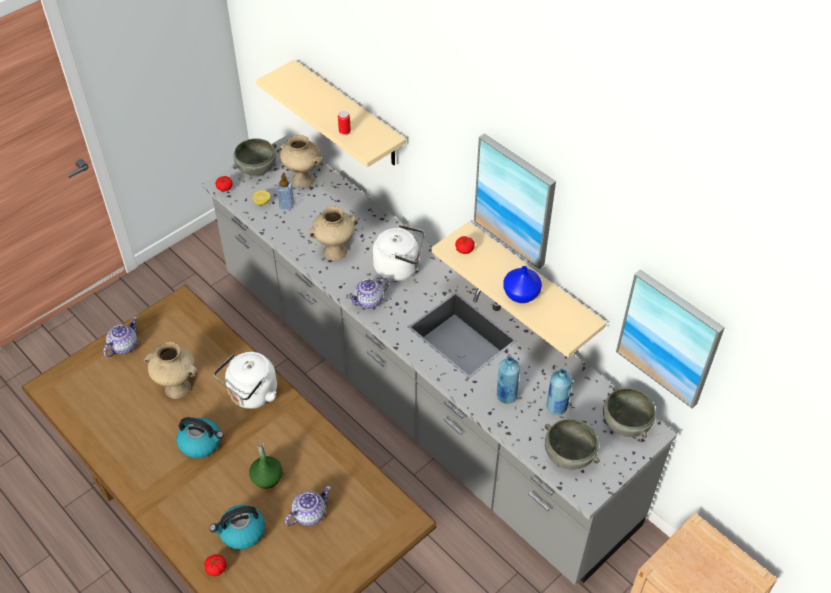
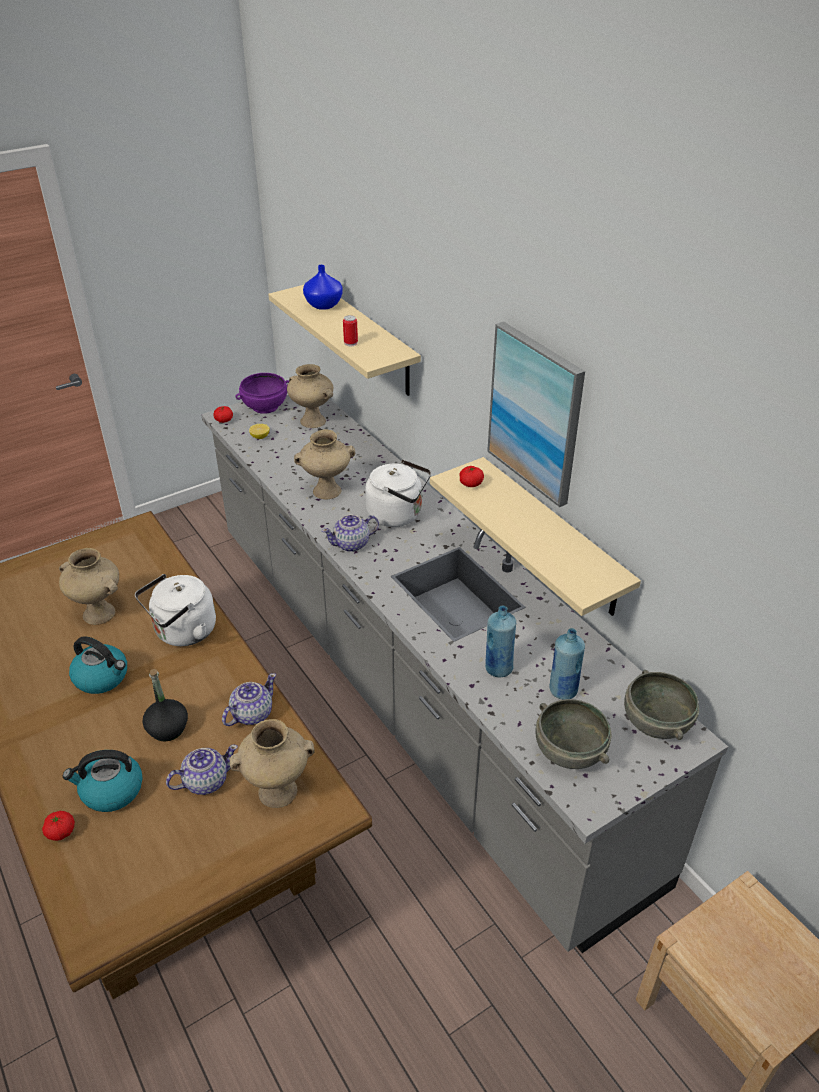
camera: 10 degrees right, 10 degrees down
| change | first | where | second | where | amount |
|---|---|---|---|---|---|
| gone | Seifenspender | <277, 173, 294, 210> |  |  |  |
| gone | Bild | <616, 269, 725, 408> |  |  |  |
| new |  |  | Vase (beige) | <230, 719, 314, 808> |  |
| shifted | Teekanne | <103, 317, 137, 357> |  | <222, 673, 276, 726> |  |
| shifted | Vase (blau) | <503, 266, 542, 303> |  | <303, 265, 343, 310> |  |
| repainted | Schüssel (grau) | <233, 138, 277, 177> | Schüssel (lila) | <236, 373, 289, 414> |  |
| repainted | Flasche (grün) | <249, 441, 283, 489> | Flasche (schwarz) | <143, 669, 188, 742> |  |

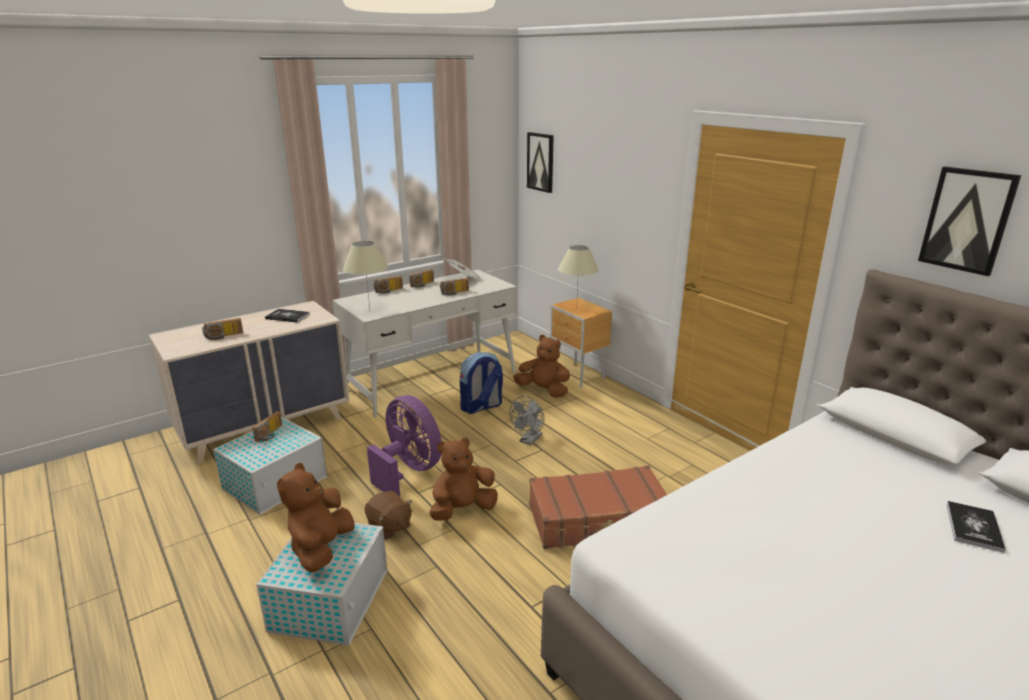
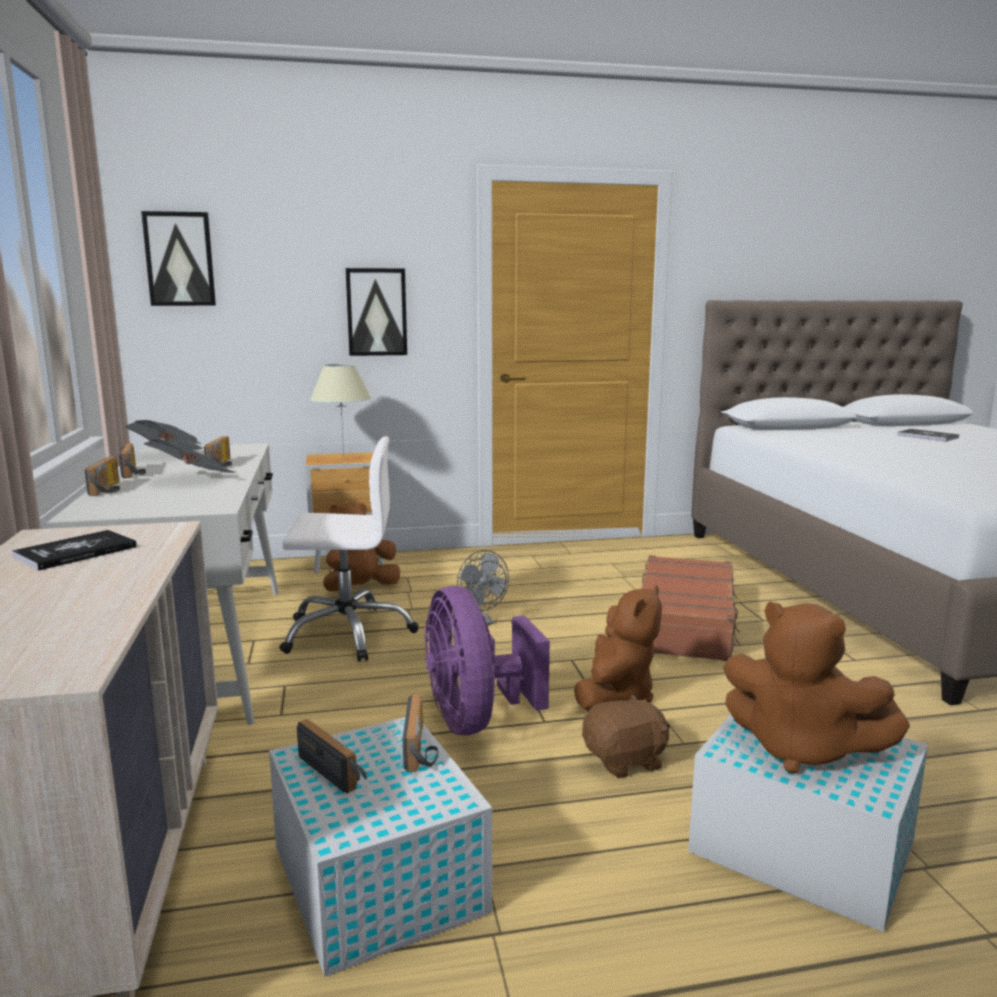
camera: 65 degrees left, 10 degrees down
| change | first | where | second | where | amount |
|---|---|---|---|---|---|
| gone | Tischlampe (beige) | <343, 241, 389, 309> |  |  |  |
| new |  |  | Zeitung | <144, 439, 235, 473> |  |
| shifted | Radio | <202, 318, 243, 340> |  | <403, 694, 438, 772> |  |
| shifted | Bild | <918, 166, 1021, 276> |  | <346, 268, 407, 356> |  |
| swapped | Rucksack | <460, 352, 503, 414> | Bürostuhl (weiß) | <279, 436, 419, 662> |  |
| rotated | Ventilator (lila) | <367, 395, 441, 496> |  | <424, 586, 550, 735> | 90 degrees counterclockwise |
| rotated | Plüschtier (braun) | <429, 437, 498, 521> |  | <574, 585, 662, 711> | 150 degrees counterclockwise |

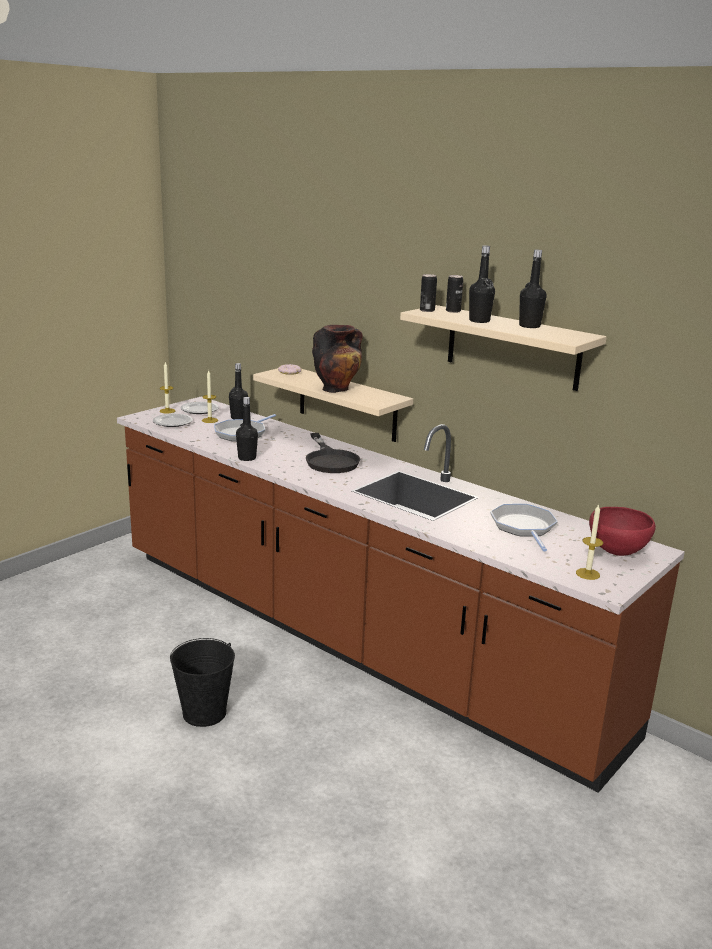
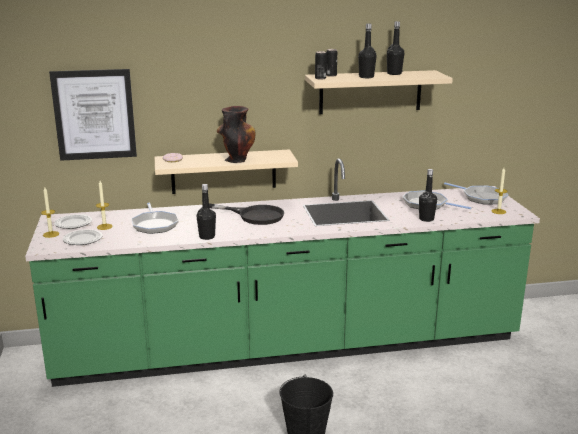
camera: 50 degrees left, 0 degrees up
| change | first | where | second | where | amount |
|---|---|---|---|---|---|
| new |  |  | Bild | <49, 69, 137, 161> |  |
| shifted | Flasche (schwarz) | <229, 363, 248, 419> |  | <419, 169, 437, 222> |  |
| swapped | Schüssel (rot) | <589, 507, 656, 556> | Pfanne | <444, 183, 508, 204> |  |
| repainted | Küchenzeile (braun) | <117, 396, 685, 793> | Küchenzeile (grün) | <25, 158, 540, 387> |  |

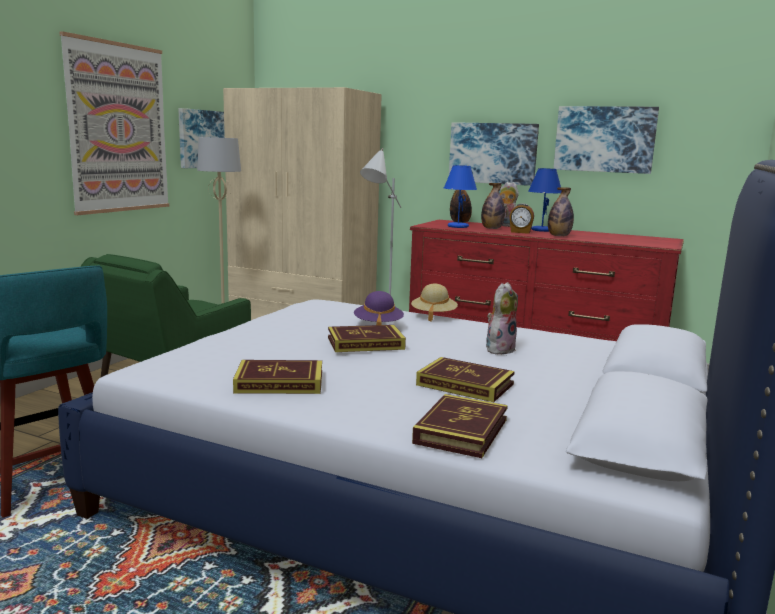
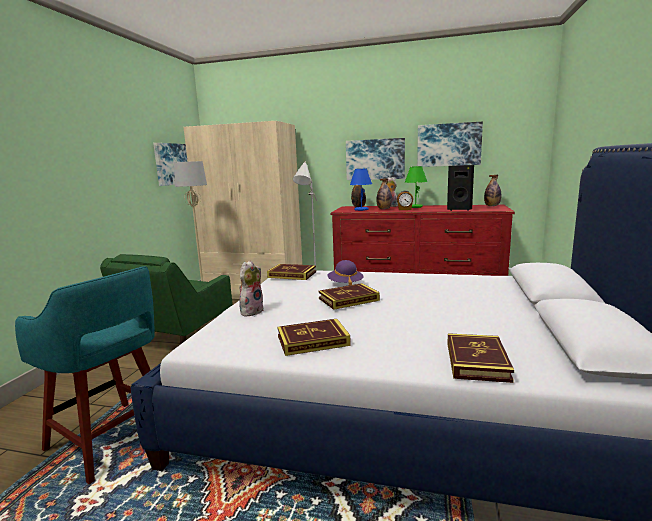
camera: 10 degrees left, 0 degrees up
| change | first | where | second | where | amount |
|---|---|---|---|---|---|
| gone | Bild | <60, 31, 169, 215> |  |  |  |
| gone | Hut (beige) | <411, 284, 458, 322> |  |  |  |
| new |  |  | Lautsprecher (schwarz) | <447, 165, 474, 211> |  |
| shifted | Buch | <416, 357, 515, 402> |  | <267, 264, 316, 280> |  |
| shifted | Plüschtier | <486, 282, 518, 354> |  | <239, 260, 264, 317> |  |
| shifted | Flasche | <548, 187, 574, 236> |  | <484, 175, 501, 206> |  |
| repainted | Tischlampe (blau) | <528, 168, 562, 232> | Tischlampe (grün) | <405, 166, 427, 208> |  |

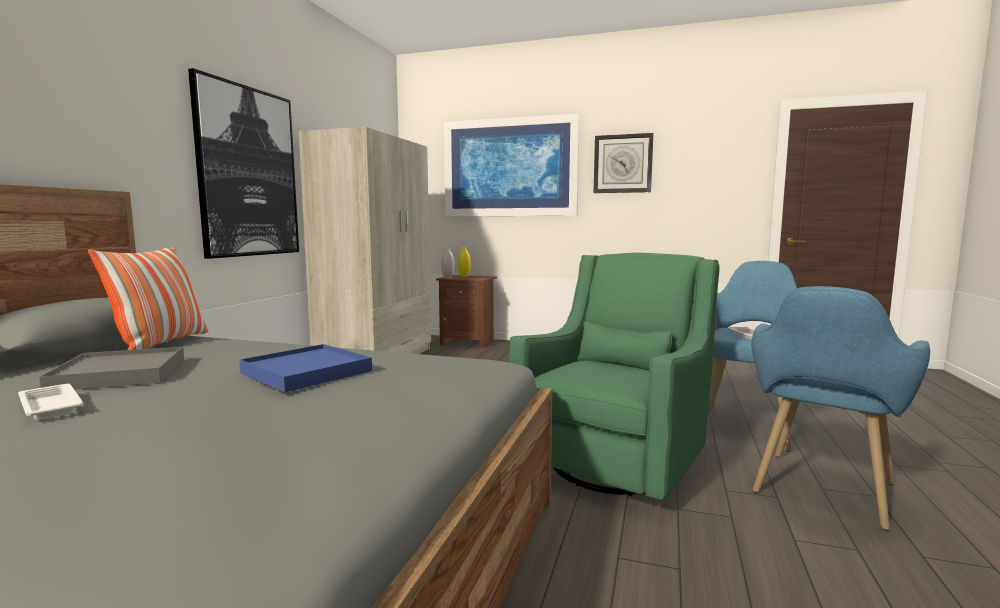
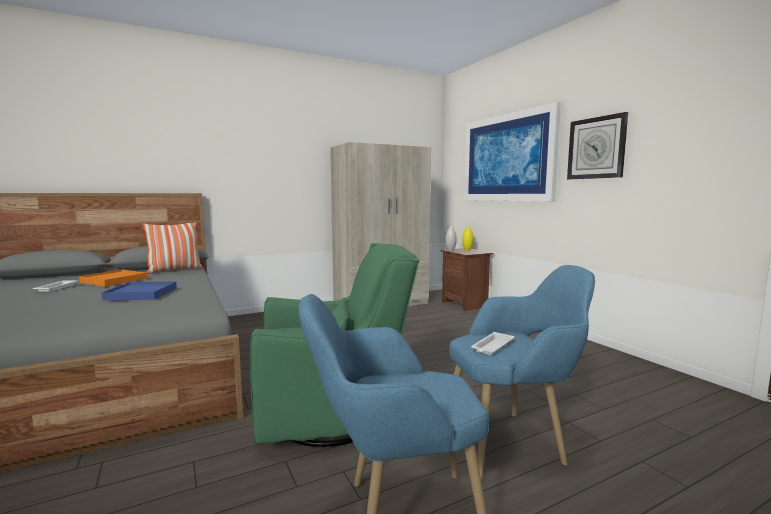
camera: 45 degrees right, 0 degrees up
| change | first | where | second | where | amount |
|---|---|---|---|---|---|
| gone | Bild | <188, 68, 299, 259> |  |  |  |
| repainted | Tablett (grau) | <39, 347, 184, 390> | Tablett (orange) | <79, 269, 147, 287> |  |

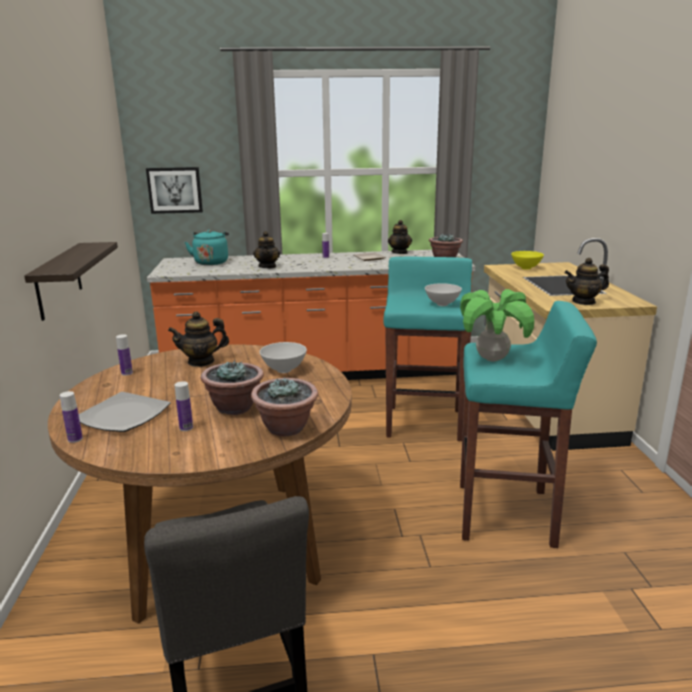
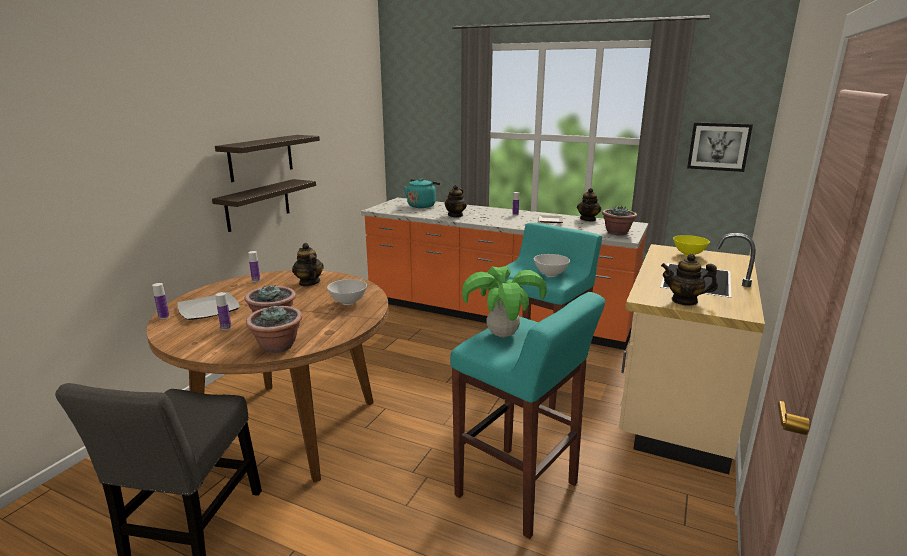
camera: 30 degrees right, 0 degrees up
| change | first | where | second | where | amount |
|---|---|---|---|---|---|
| new |  |  | Wandregal | <215, 135, 320, 182> |  |
| shifted | Bild | <146, 167, 203, 214> |  | <687, 122, 753, 172> |  |
| rotated | Teekanne | <168, 311, 229, 367> |  | <292, 243, 324, 286> | 45 degrees clockwise |

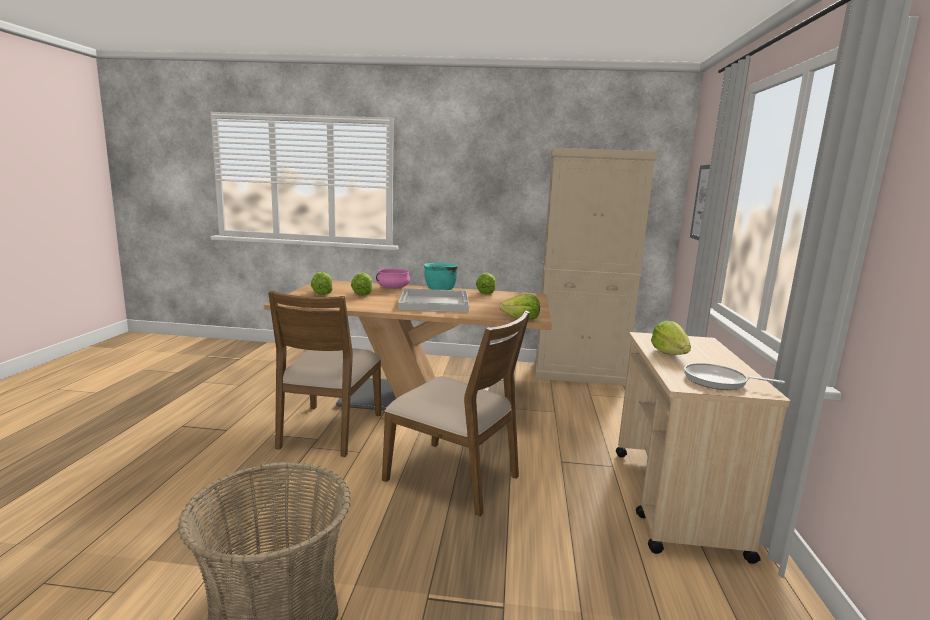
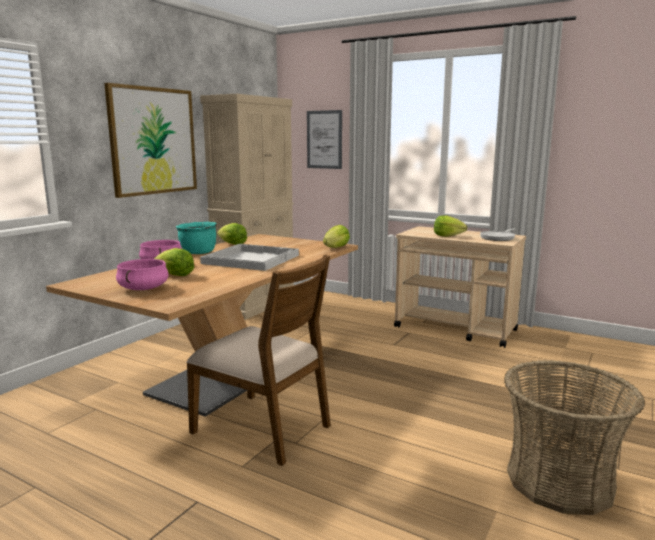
camera: 65 degrees left, 0 degrees up
| change | first | where | second | where | amount |
|---|---|---|---|---|---|
| gone | Stuhl (braun) | <382, 311, 530, 516> |  |  |  |
| new |  |  | Bild | <104, 83, 197, 198> |  |
| swapped | Salatkopf | <311, 272, 333, 295> | Kochtopf (rosa) | <116, 259, 169, 290> |  |

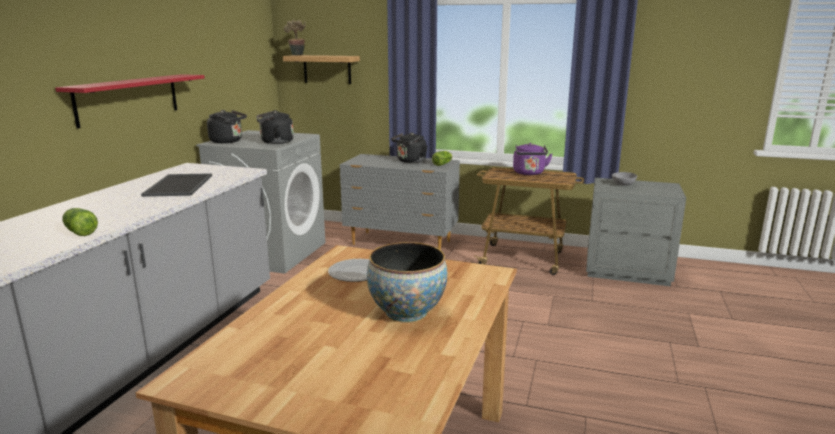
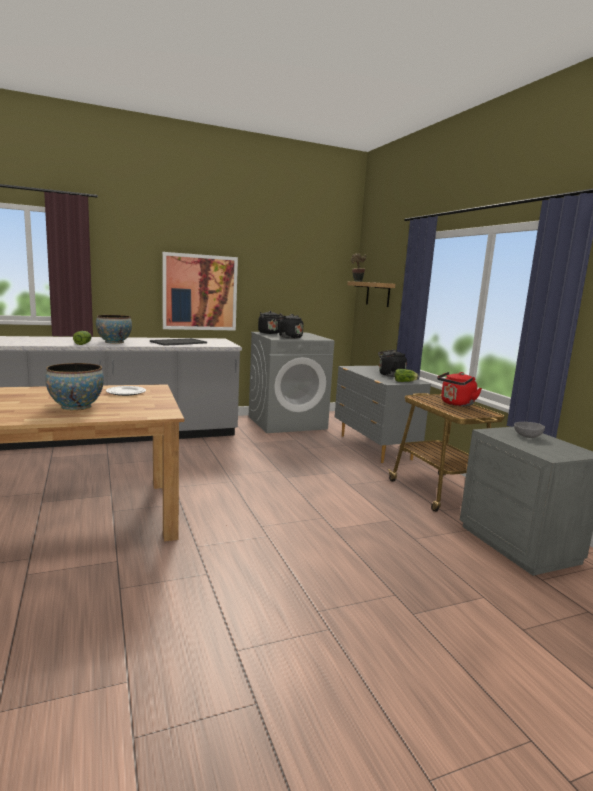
camera: 50 degrees right, 5 degrees down
| change | first | where | second | where | amount |
|---|---|---|---|---|---|
| new |  |  | Schüssel | <96, 315, 132, 344> |  |
| swapped | Wandregal (rot) | <55, 74, 205, 128> | Bild | <162, 252, 238, 331> |  |
| repainted | Wasserkessel (lila) | <513, 143, 553, 175> | Wasserkessel (rot) | <437, 372, 482, 406> |  |

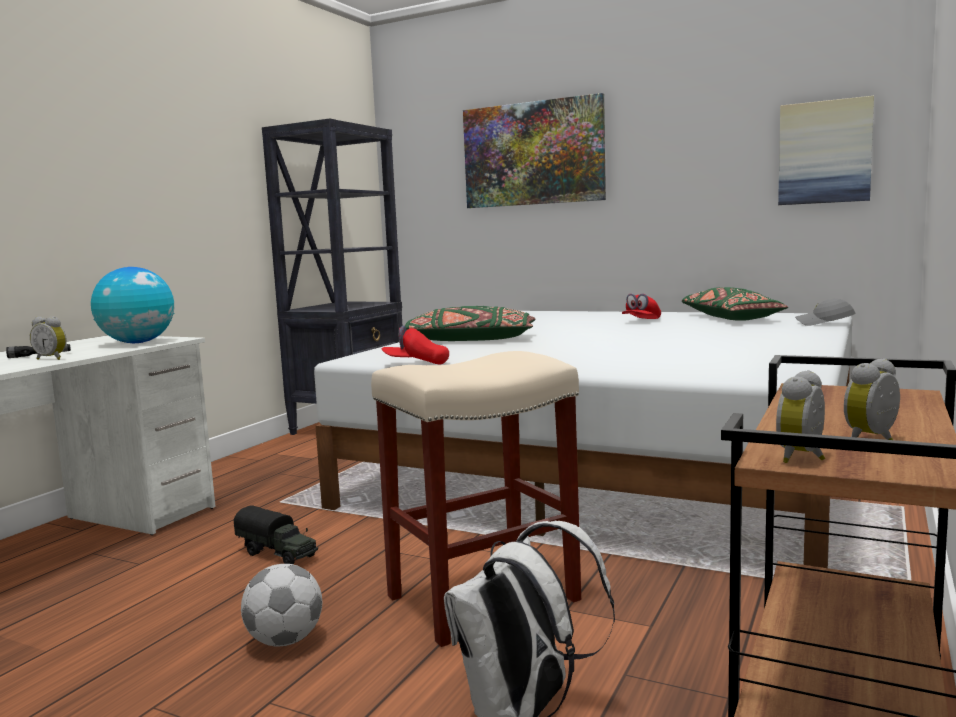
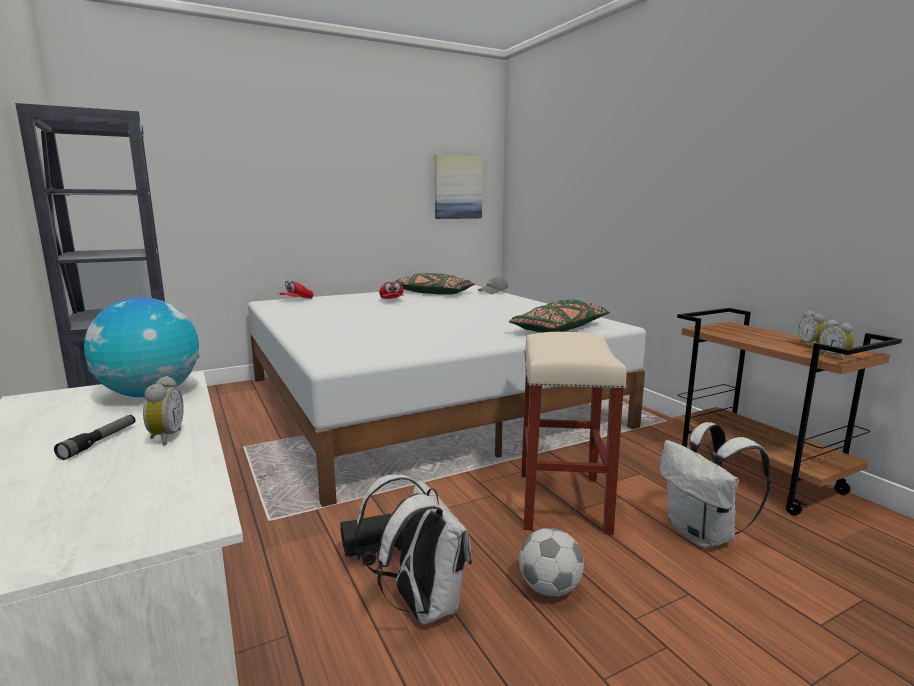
camera: 55 degrees left, 5 degrees up
| change | first | where | second | where | amount |
|---|---|---|---|---|---|
| gone | Bild | <463, 93, 606, 208> |  |  |  |
| new |  |  | Rucksack (weiß) | <355, 474, 472, 625> |  |
| shifted | Kappe (rot) | <382, 325, 449, 365> |  | <279, 280, 313, 299> |  |
| shifted | Kissen (grün) | <405, 306, 536, 341> |  | <509, 300, 610, 333> |  |
| rotated | Wecker | <30, 317, 67, 360> |  | <143, 376, 184, 445> | 60 degrees counterclockwise |

